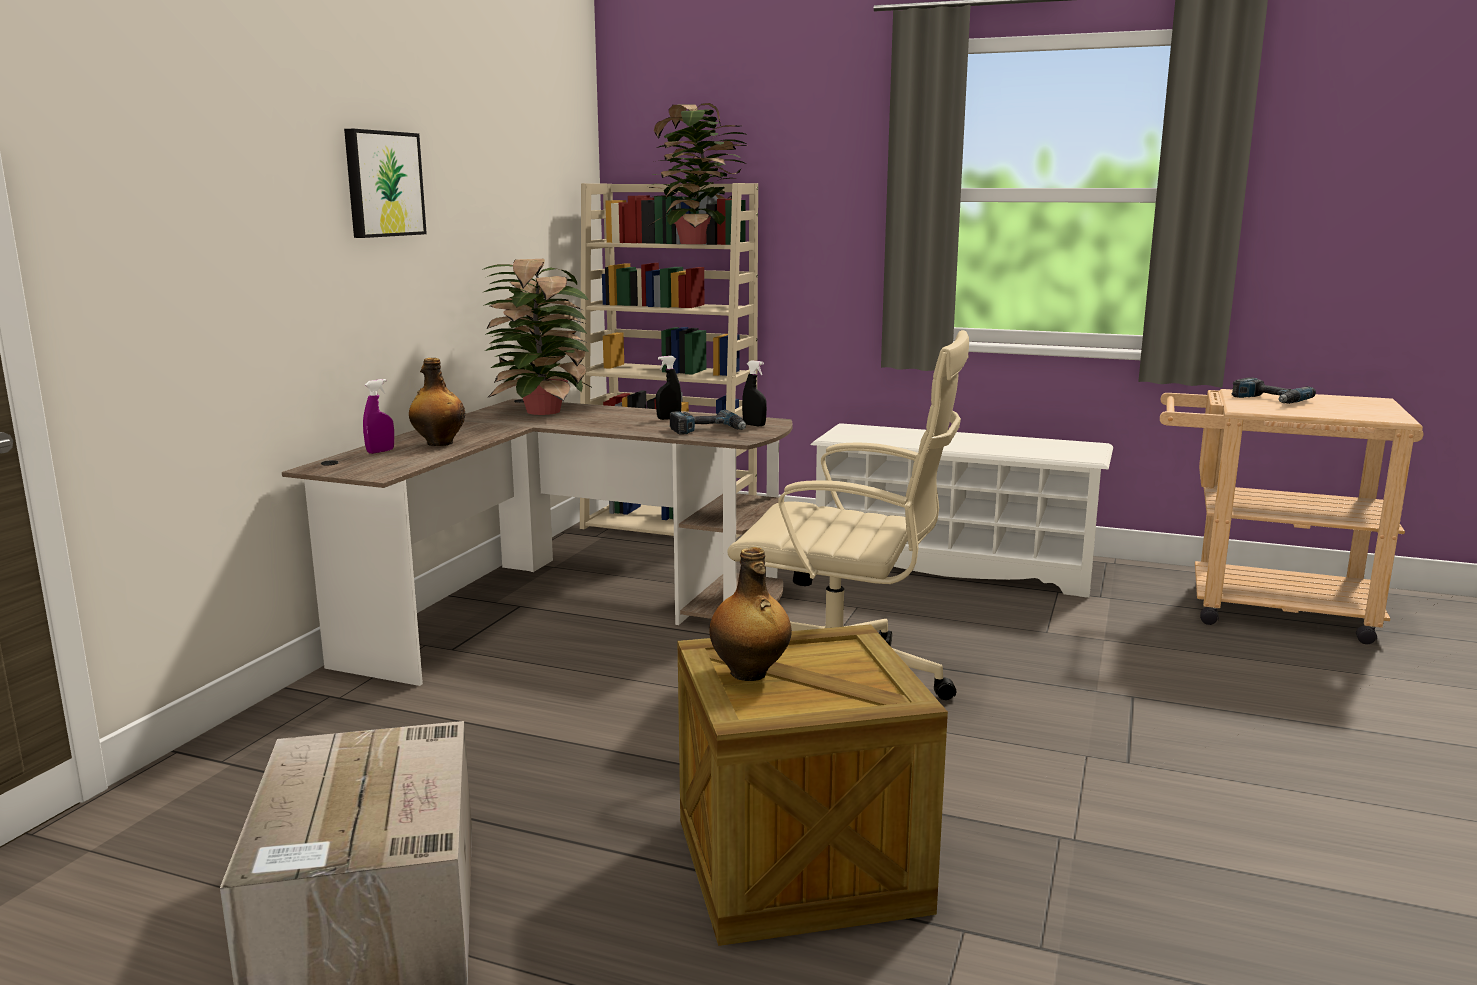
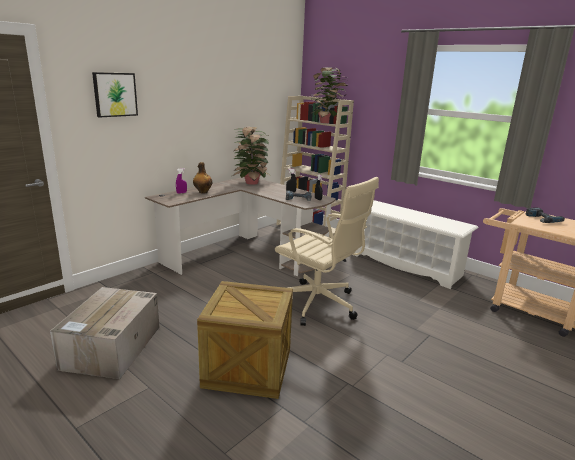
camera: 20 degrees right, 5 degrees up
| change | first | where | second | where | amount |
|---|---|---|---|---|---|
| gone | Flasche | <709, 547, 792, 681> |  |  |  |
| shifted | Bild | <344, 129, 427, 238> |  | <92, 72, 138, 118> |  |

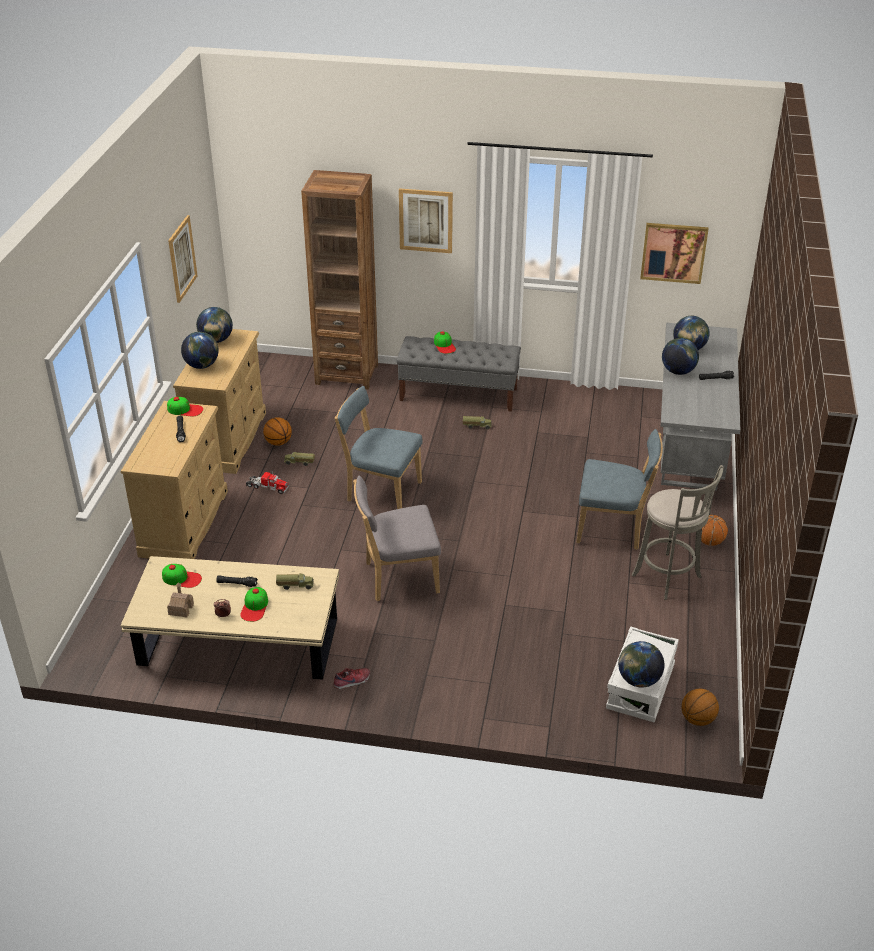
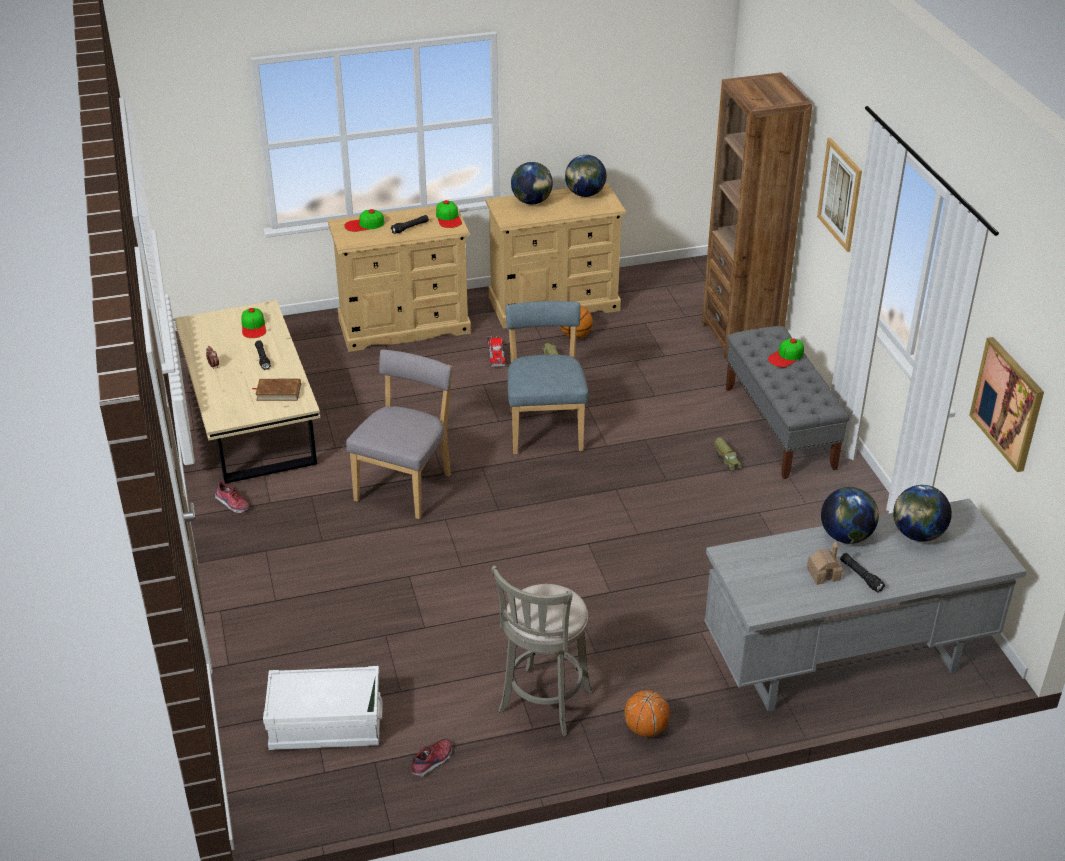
camera: 65 degrees right, 0 degrees up
| change | first | where | second | where | amount |
|---|---|---|---|---|---|
| gone | Bild | <168, 215, 197, 303> |  |  |  |
| gone | Stuhl (blau) | <576, 429, 663, 550> |  |  |  |
| gone | Globus | <618, 641, 664, 688> |  |  |  |
| gone | Basketball | <681, 689, 719, 726> |  |  |  |
| new |  |  | Schuh | <411, 739, 452, 777> |  |
| shifted | Spielzeughaus | <167, 583, 194, 618> |  | <807, 542, 843, 585> |  |
| shifted | Kappe | <240, 587, 268, 622> |  | <344, 209, 385, 232> |  |
| swapped | Spielzeuglaster | <276, 573, 314, 590> | Buch (braun) | <252, 379, 301, 401> |  |
| rotated | Stuhl (grau) | <353, 476, 441, 601> |  | <346, 350, 452, 519> | 60 degrees clockwise |

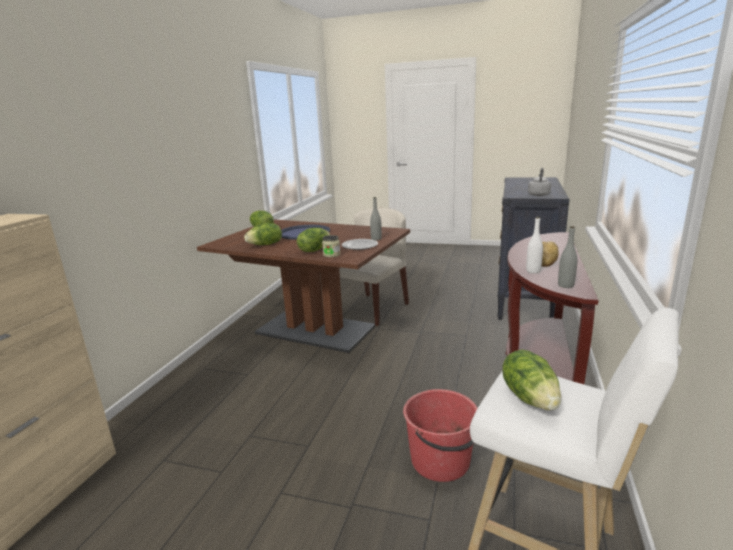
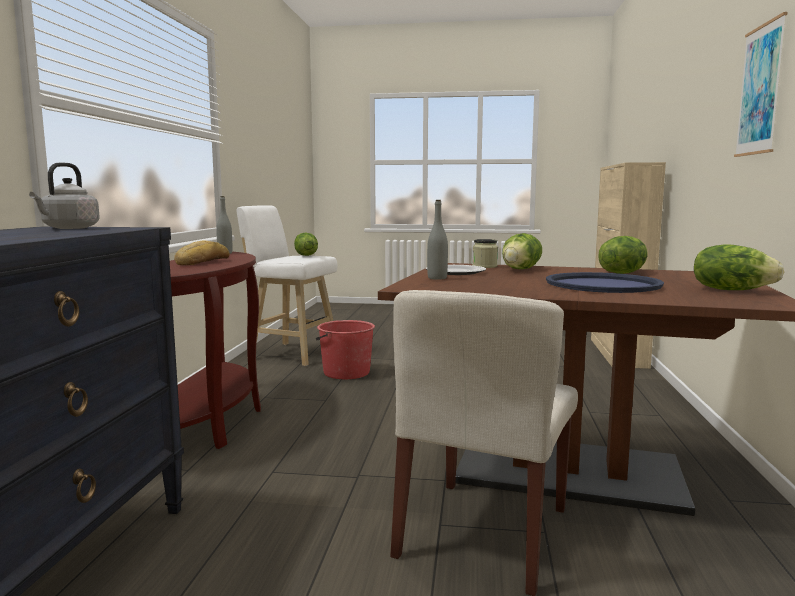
camera: 170 degrees right, 10 degrees down
| change | first | where | second | where | amount |
|---|---|---|---|---|---|
| gone | Flasche (weiß) | <526, 217, 543, 274> |  |  |  |
| new |  |  | Bild | <734, 12, 787, 157> |  |

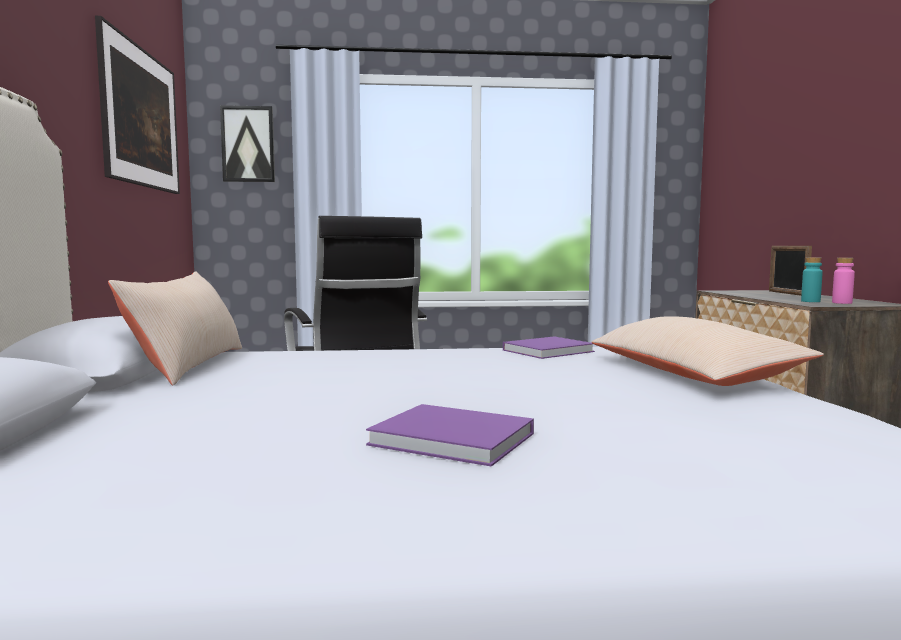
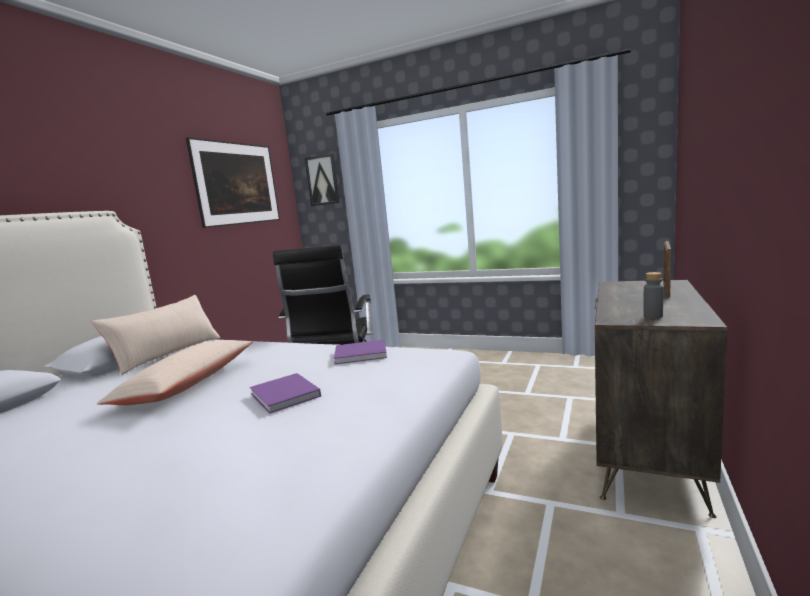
camera: 30 degrees right, 5 degrees up
| change | first | where | second | where | amount |
|---|---|---|---|---|---|
| gone | Flasche (türkis) | <801, 257, 823, 302> |  |  |  |
| shifted | Buch (lila) | <366, 404, 534, 467> |  | <250, 373, 321, 414> |  |
| shifted | Kissen (beige) | <591, 316, 824, 386> |  | <97, 340, 253, 405> |  |
| repainted | Flasche (rosa) | <832, 258, 855, 304> | Flasche (grau) | <643, 272, 663, 319> |  |

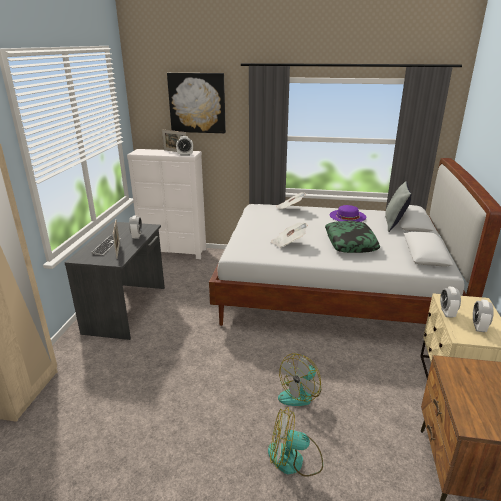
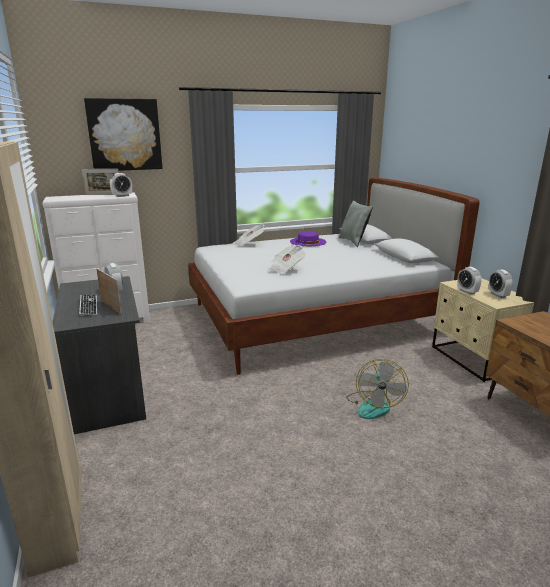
camera: 30 degrees left, 5 degrees down
| change | first | where | second | where | amount |
|---|---|---|---|---|---|
| gone | Ventilator | <268, 407, 323, 477> |  |  |  |
| gone | Kissen | <325, 221, 380, 253> |  |  |  |

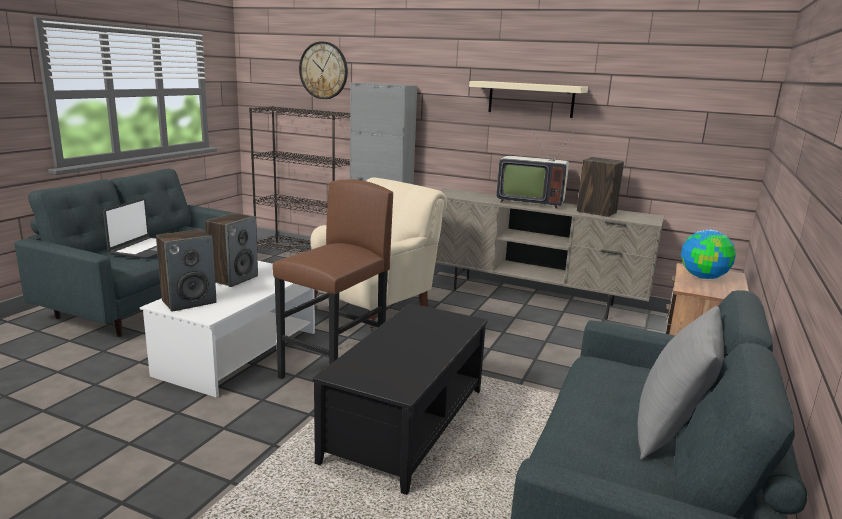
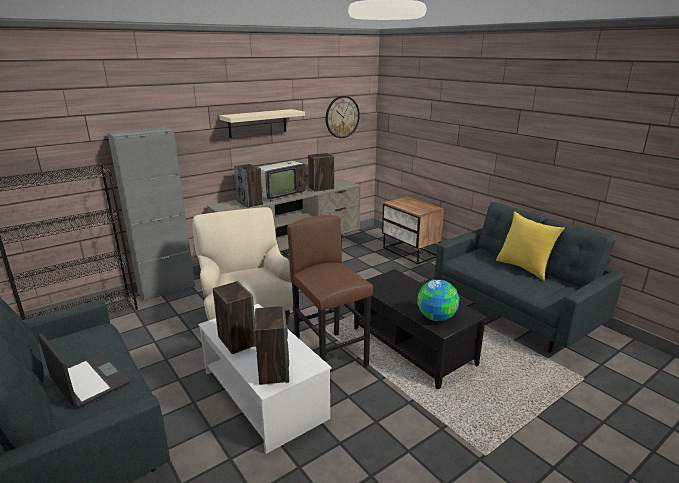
camera: 60 degrees left, 5 degrees up
| change | first | where | second | where | amount |
|---|---|---|---|---|---|
| new |  |  | Lautsprecher | <234, 164, 263, 208> |  |
| shifted | Wanduhr | <299, 41, 348, 99> |  | <326, 96, 360, 138> |  |
| shifted | Globus | <681, 229, 736, 279> |  | <417, 280, 459, 321> |  |
| repainted | Kissen (grau) | <638, 306, 724, 460> | Kissen (gelb) | <496, 211, 565, 281> |  |

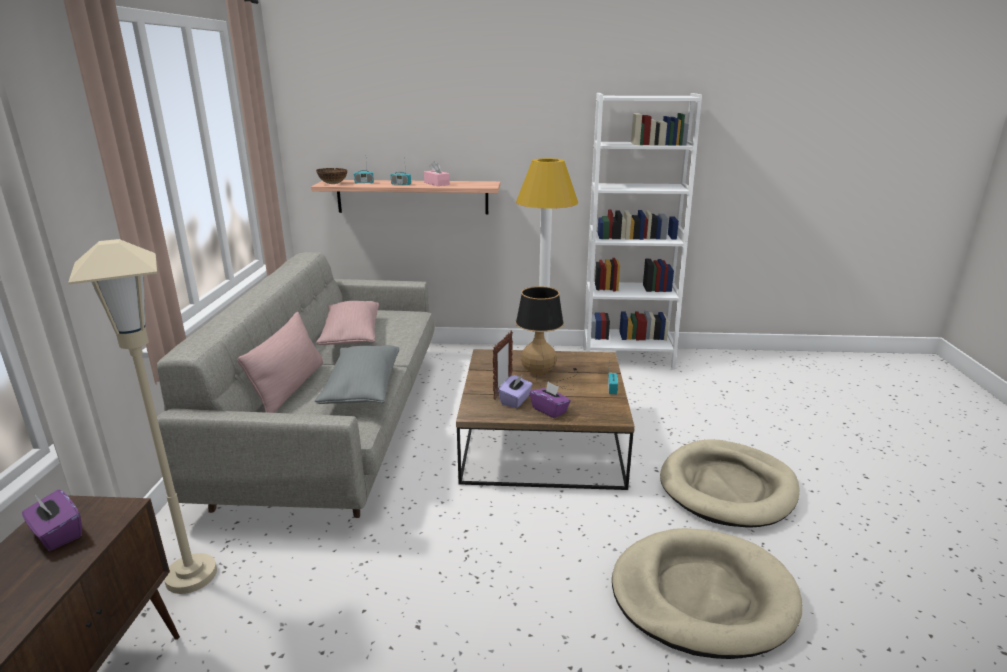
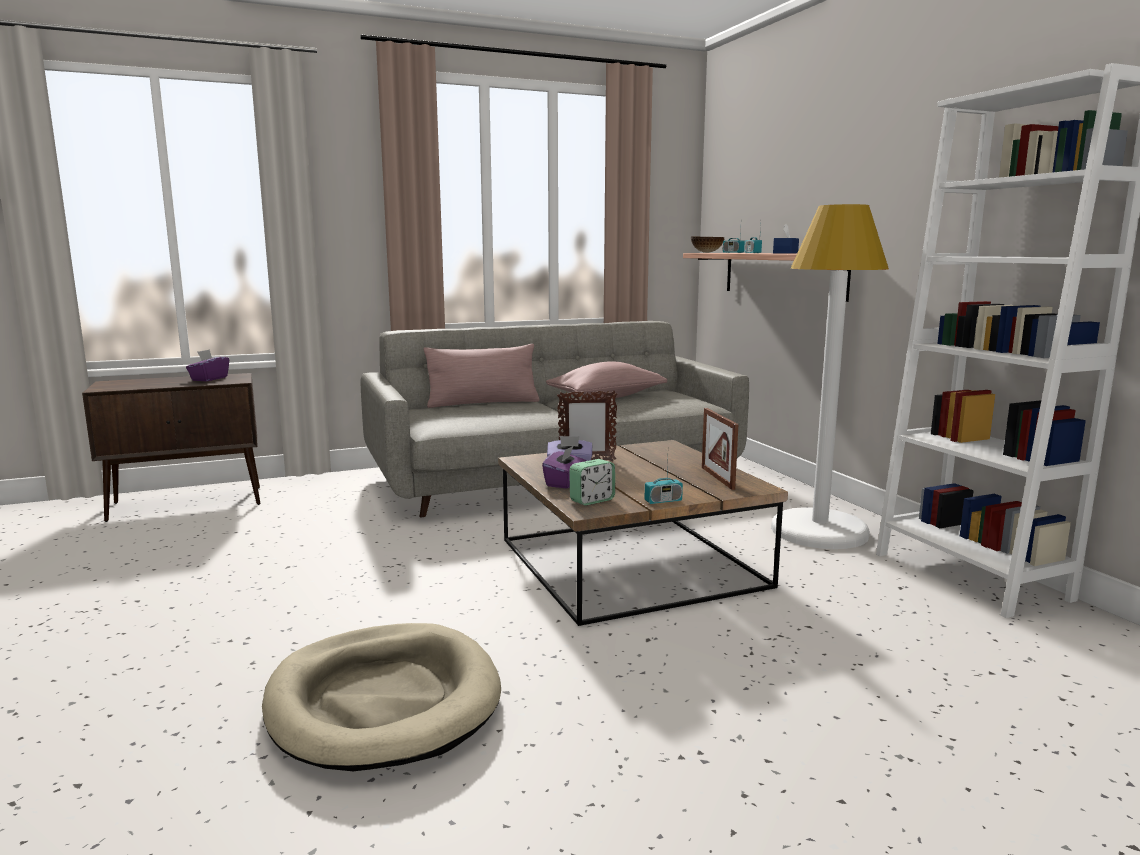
camera: 65 degrees right, 10 degrees down
| change | first | where | second | where | amount |
|---|---|---|---|---|---|
| gone | Stehlampe (beige) | <68, 239, 217, 594> |  |  |  |
| gone | Kissen (grau) | <315, 345, 399, 404> |  |  |  |
| gone | Tischlampe | <515, 286, 578, 390> |  |  |  |
| gone | Hundebett (beige) | <660, 439, 800, 528> |  |  |  |
| new |  |  | Wecker | <569, 459, 615, 506> |  |
| new |  |  | Bilderrahmen | <702, 408, 738, 490> |  |
| repainted | Taschentuchbox (rosa) | <424, 161, 450, 186> | Taschentuchbox (blau) | <773, 224, 799, 254> |  |

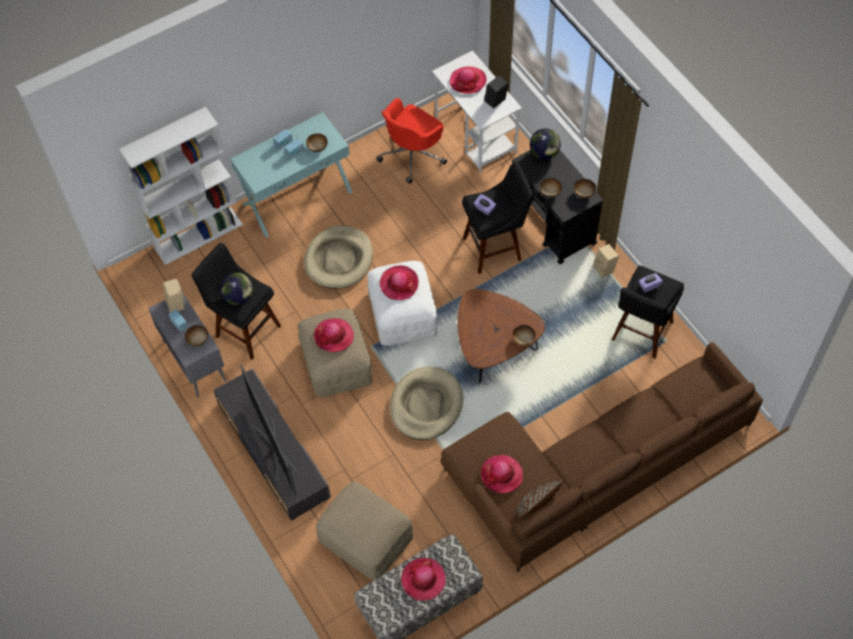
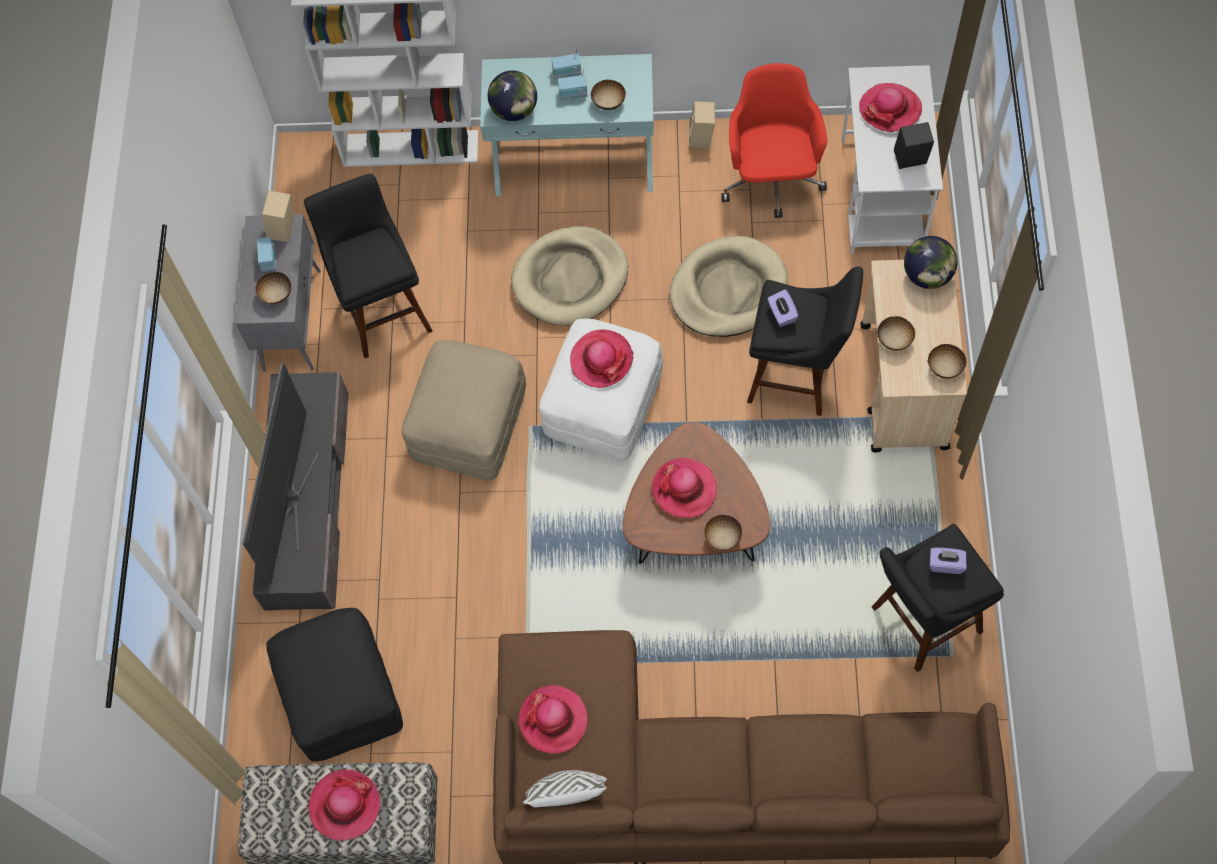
camera: 35 degrees right, 5 degrees up
| change | first | where | second | where | amount |
|---|---|---|---|---|---|
| shifted | Globus | <220, 272, 253, 305> |  | <488, 71, 537, 121> |  |
| shifted | Hut | <314, 318, 354, 352> |  | <652, 458, 717, 518> |  |
| shifted | Hundebett (beige) | <390, 367, 463, 440> |  | <670, 236, 788, 337> |  |
| shifted | Lautsprecher (beige) | <593, 244, 619, 278> |  | <689, 101, 715, 149> |  |
| repainted | Polsterhocker (beige) | <316, 482, 413, 581> | Polsterhocker (schwarz) | <266, 608, 403, 762> |  |
| repainted | Rollwagen (schwarz) | <512, 150, 603, 264> | Rollwagen (beige) | <861, 260, 967, 453> |  |
| repainted | Kissen (braun) | <513, 481, 563, 519> | Kissen (weiß) | <523, 770, 607, 807> |  |
| rotated | Bürostuhl (rot) | <376, 98, 447, 184> |  | <721, 63, 827, 218> | 105 degrees clockwise |

